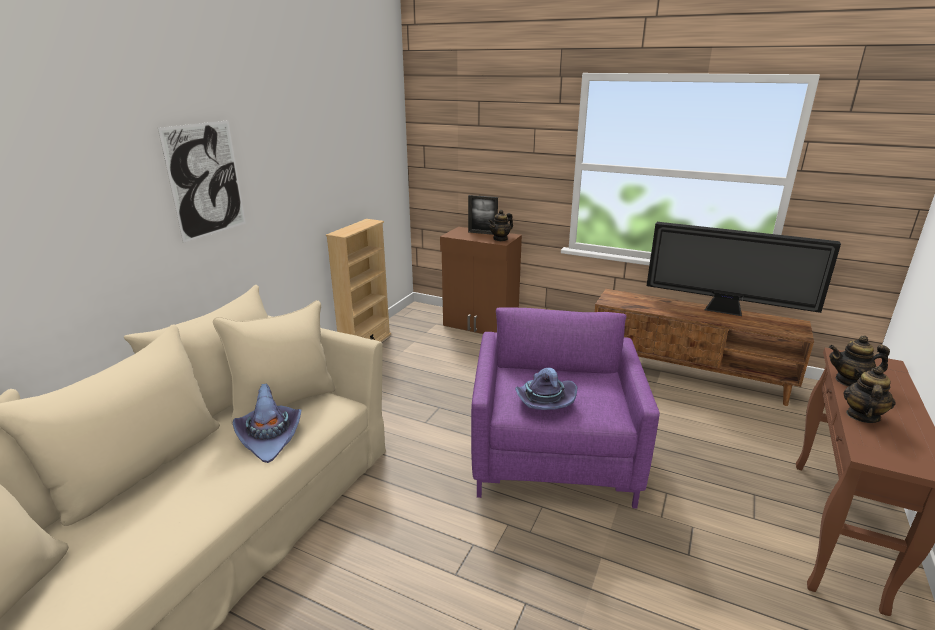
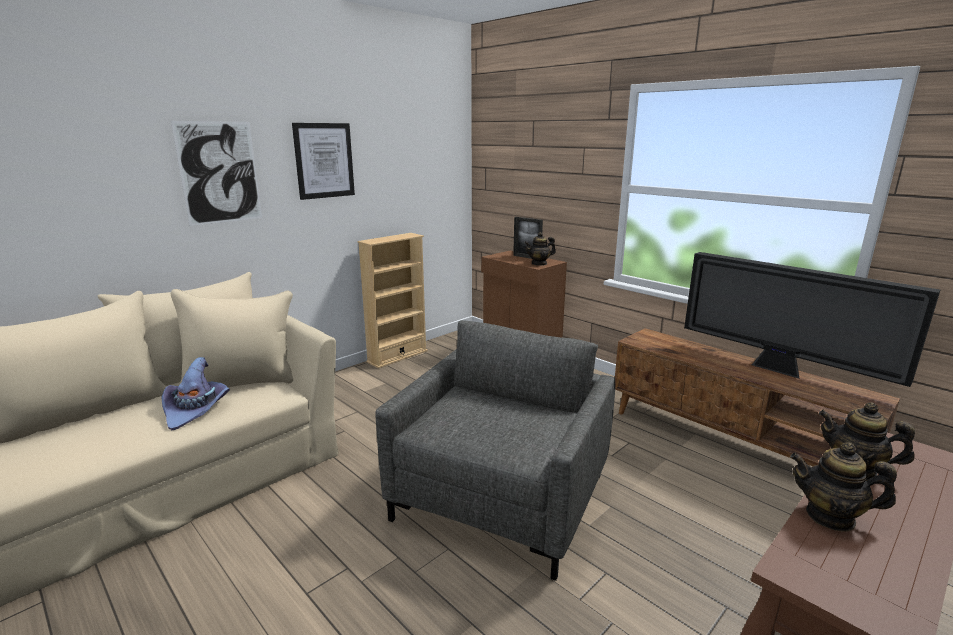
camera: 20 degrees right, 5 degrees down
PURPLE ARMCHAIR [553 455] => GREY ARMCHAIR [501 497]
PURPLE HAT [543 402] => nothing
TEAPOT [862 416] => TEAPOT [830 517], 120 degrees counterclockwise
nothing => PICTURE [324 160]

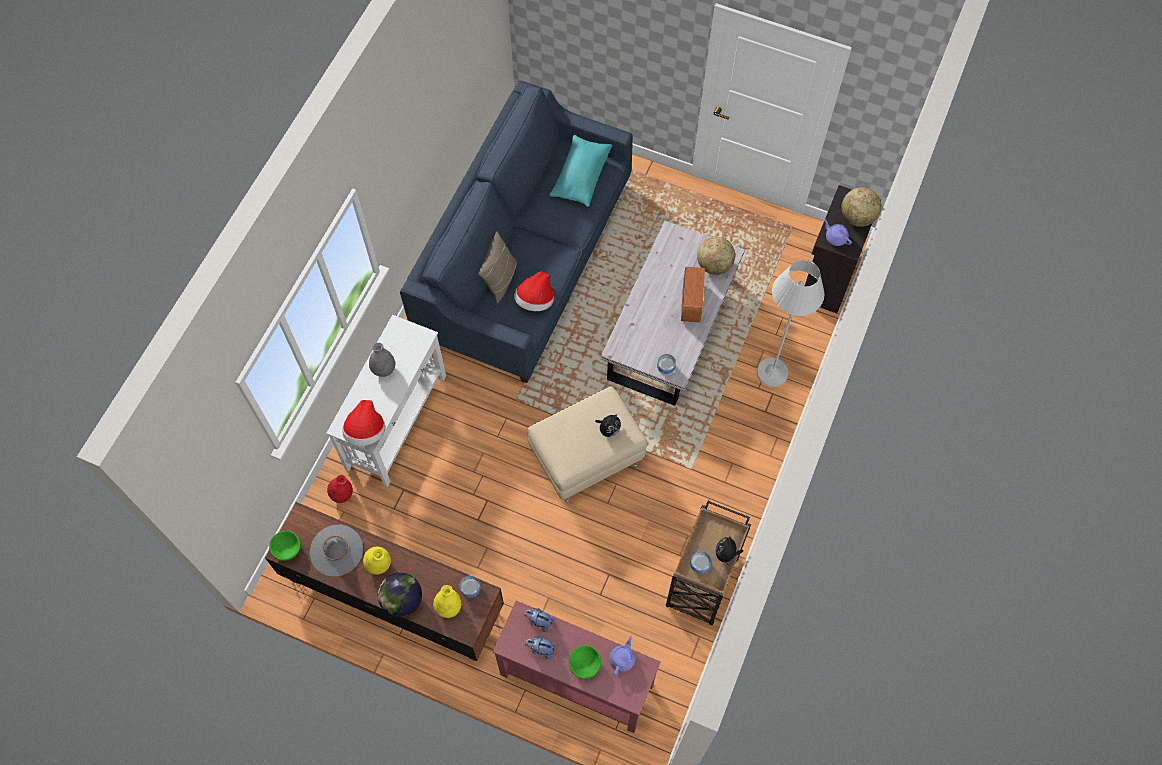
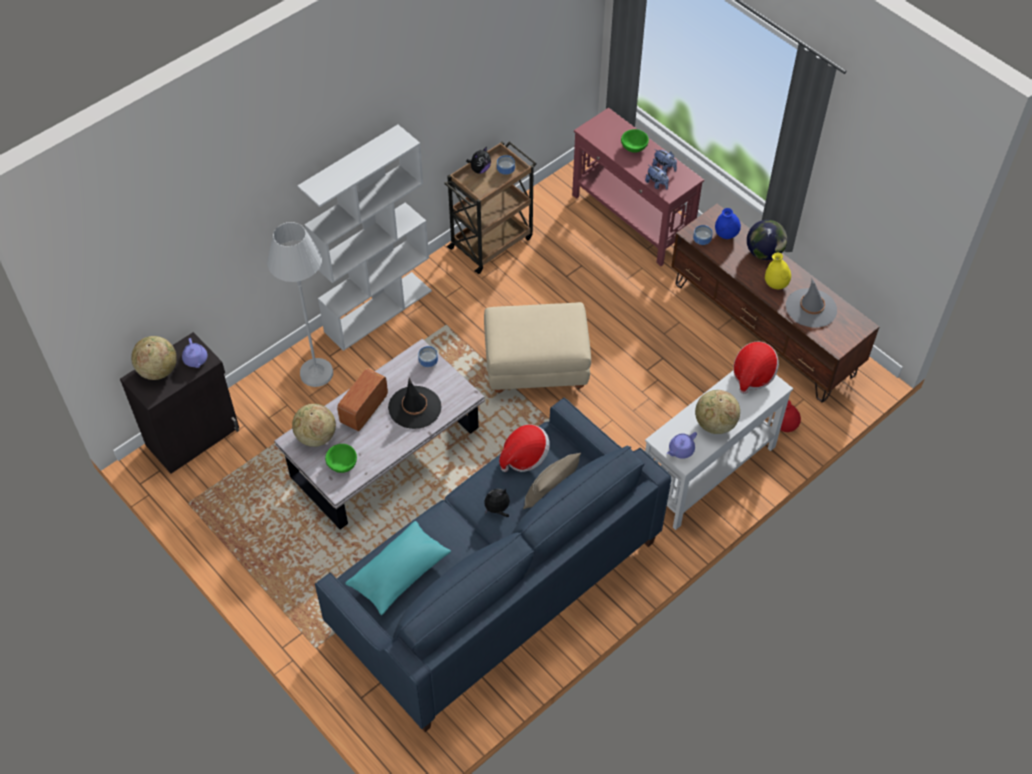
camera: 155 degrees left, 10 degrees down
GREEN BOWL [287 549] => GREEN BOWL [342 464], move
GREY VASE [384 369] => GLOBE [714 424]
YELLOW VASE [449 607] => BLUE VASE [725 235]
PLUSH TOY [608 429] => PLUSH TOY [497 509], move
PURPLE TEAPOT [622 659] => PURPLE TEAPOT [680 450], move
nothing => WHITE BOOKCASE [378 310]
nothing => BLACK HAT [414 407]

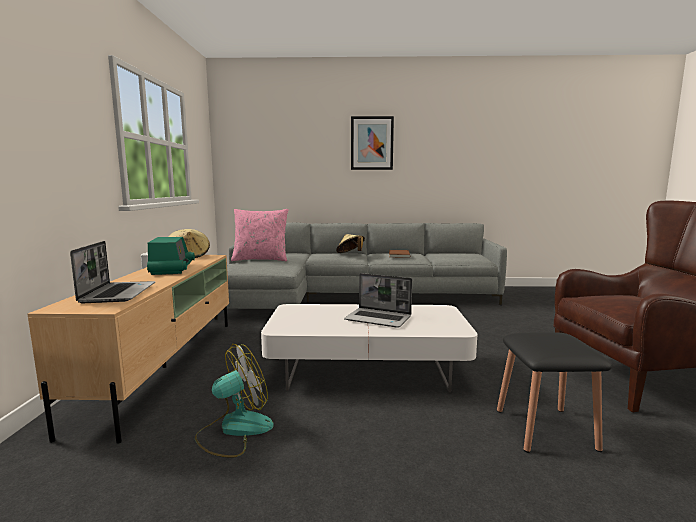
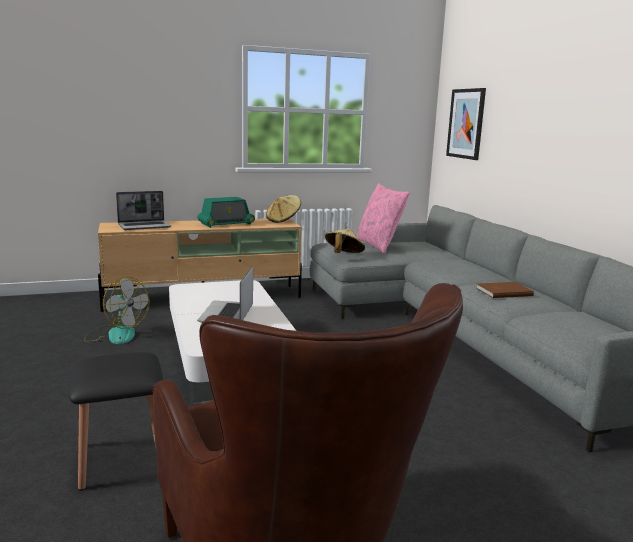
camera: 70 degrees right, 5 degrees up
BEIGE HAT [350 254] => BEIGE HAT [343 255], move
PICTURE [372 143] => PICTURE [466 123], move

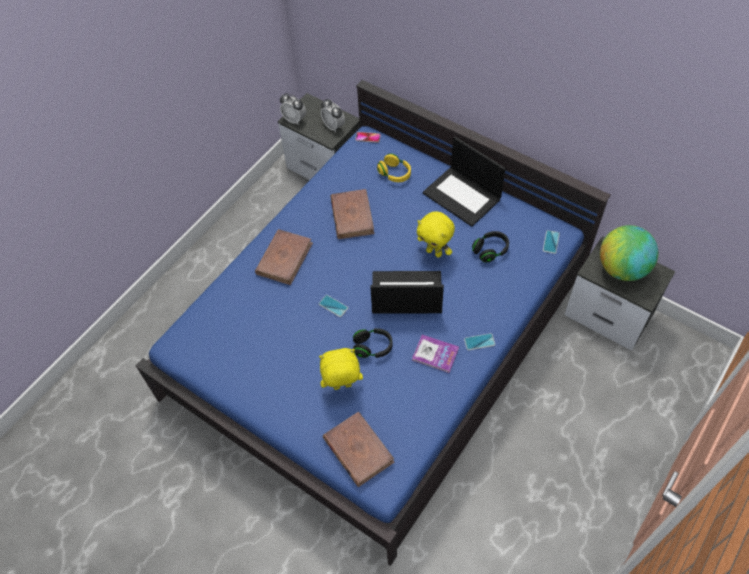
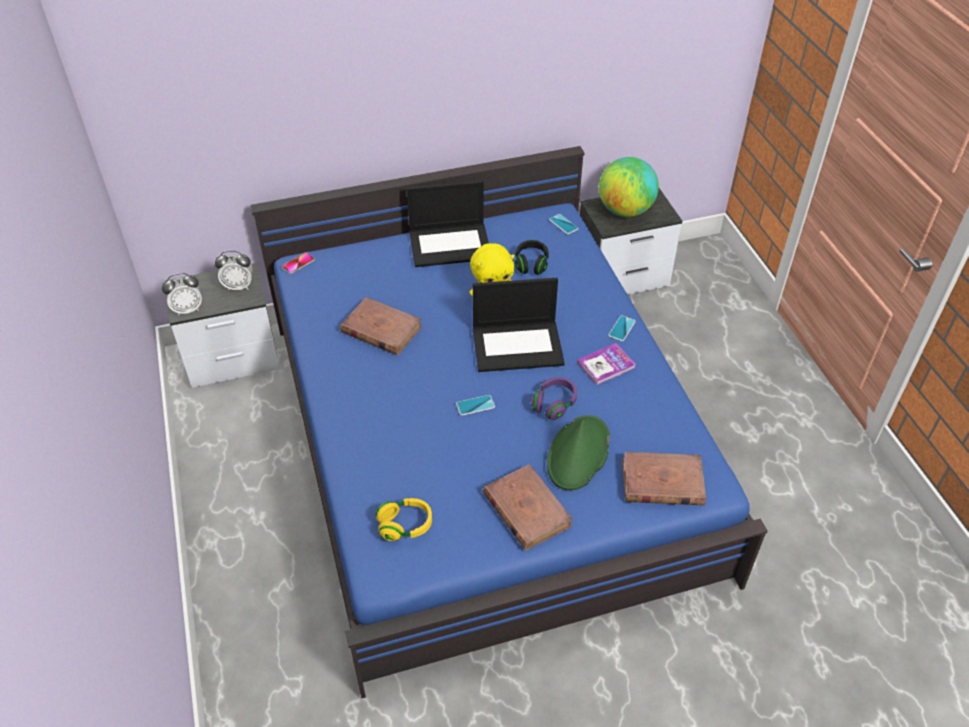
camera: 55 degrees left, 10 degrees down
BROWN BOOK [284 258] => BROWN BOOK [526 509], move
YELLOW PLUSH TOY [342 387] => GREEN HAT [578 454]
BLACK HEADPHONES [373 347] => PURPLE HEADPHONES [554 404]
LAPTOP [405 294] => LAPTOP [518 345], 135 degrees counterclockwise
YELLOW HEADPHONES [394 174] => YELLOW HEADPHONES [405 526], move

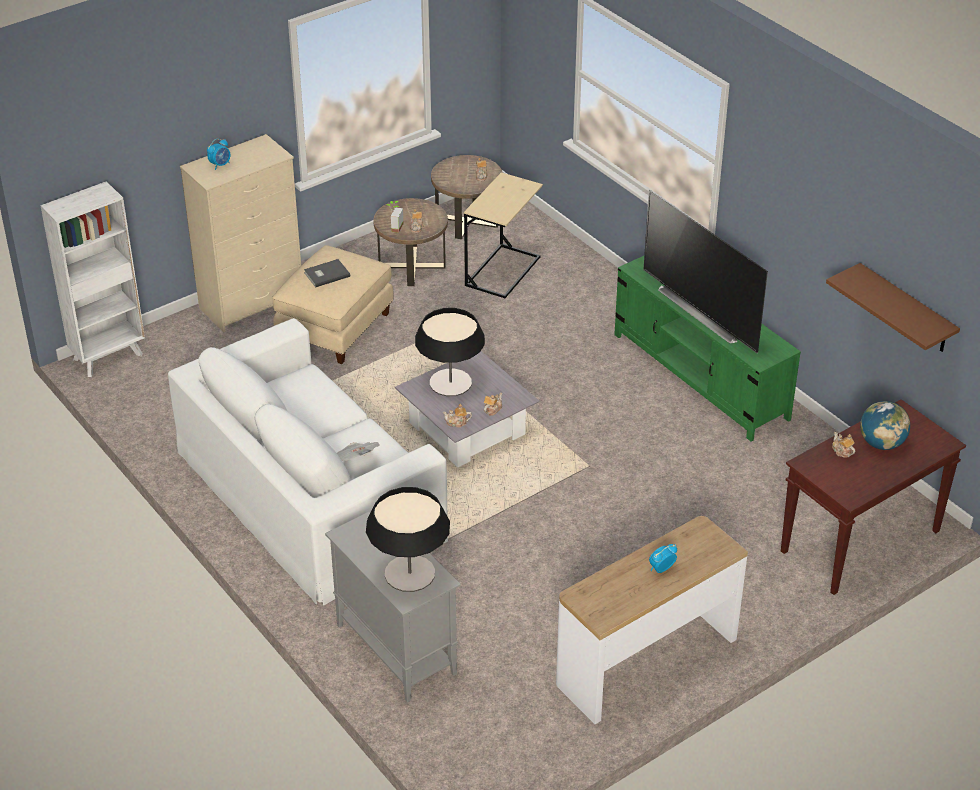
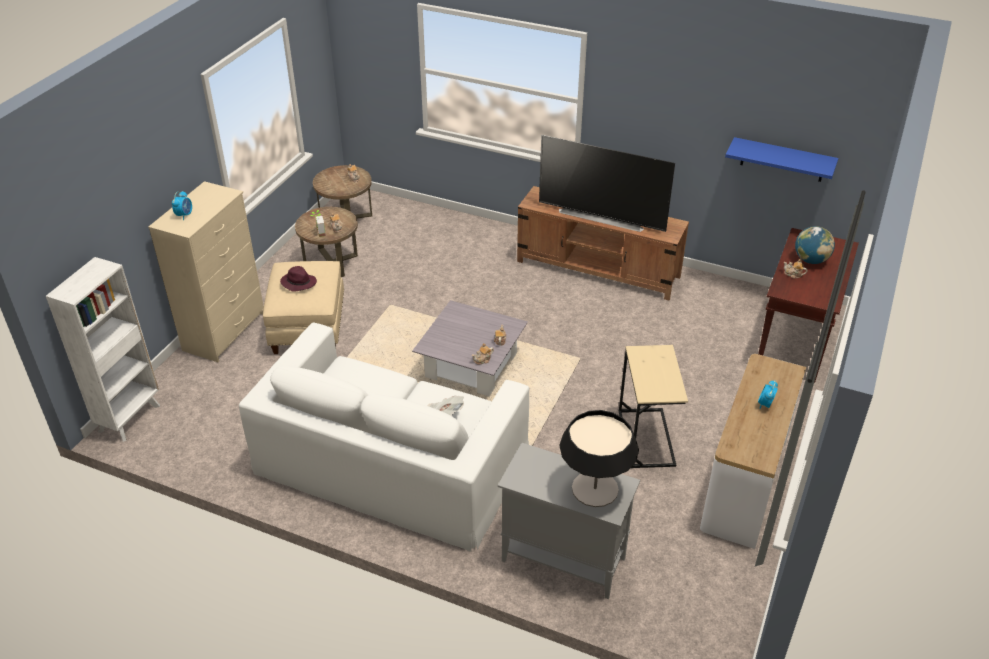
camera: 30 degrees left, 0 degrees up
GREY BOOK [326 274] => PURPLE HAT [298 283]
TABLE LAMP [450 383] => nothing
BEIGE SIDE TABLE [502 271] => BEIGE SIDE TABLE [646 438], move
GREEN TV STAND [700 377] => BROWN TV STAND [598 269]
BROWN SHELF [906 309] => BLUE SHELF [782 160]

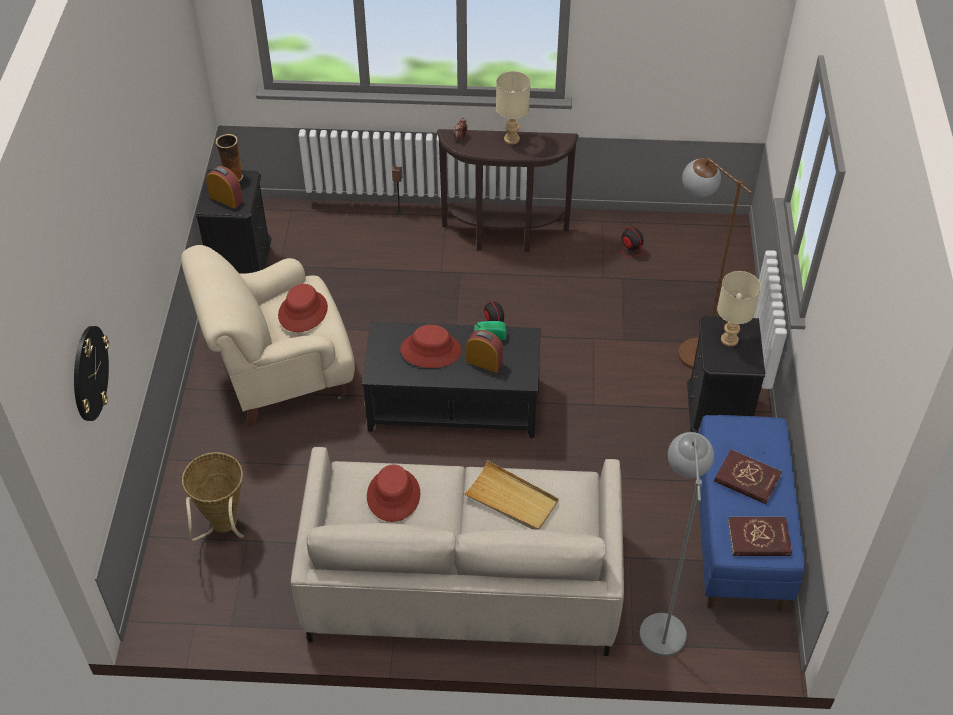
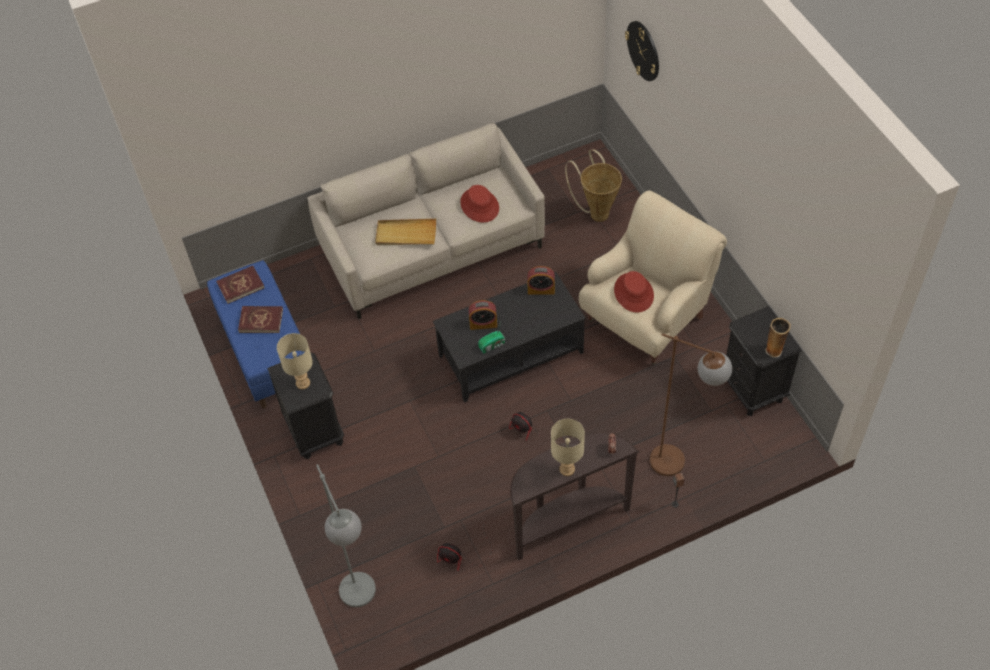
camera: 155 degrees right, 5 degrees up
ALARM CLOCK [226 199] => ALARM CLOCK [541 289], move
RED HAT [430 350] => nothing
GREY FLOOR LAMP [661 620] => GREY FLOOR LAMP [362 601], move
BROWN FLOOR LAMP [688 346] => BROWN FLOOR LAMP [679 465], move

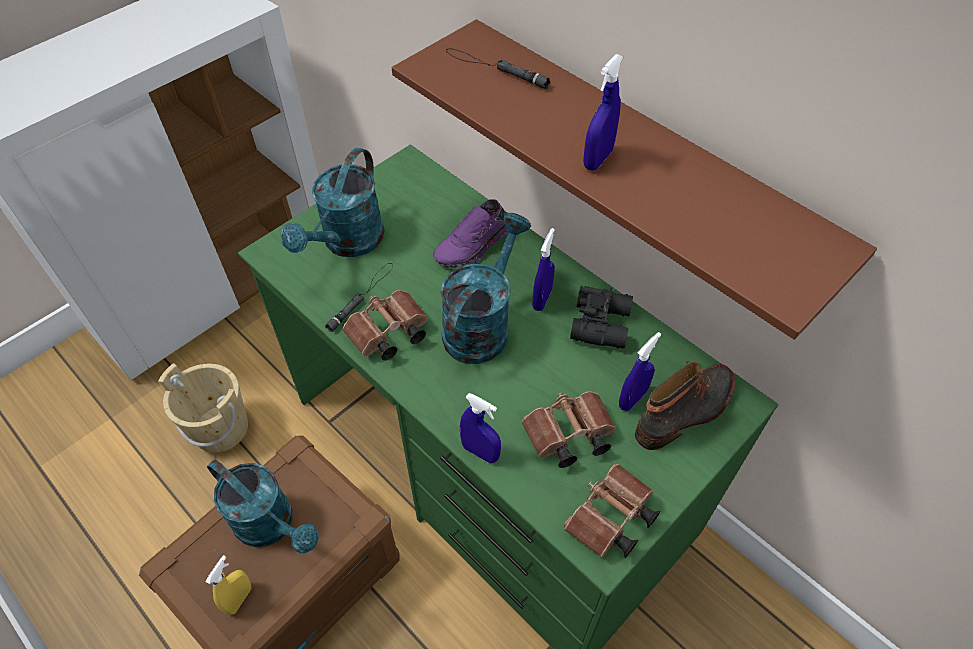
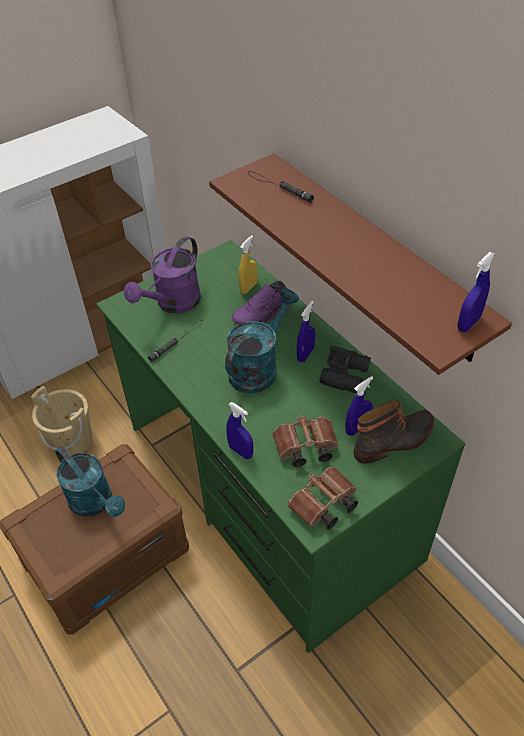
camera: 10 degrees right, 5 degrees down
YELLOW SPRAY BOTTLE [239 599] => YELLOW SPRAY BOTTLE [248 288], move
TURQUOISE WATERING CAN [347 243] => PURPLE WATERING CAN [173 304]
BROWN BINOCULARS [387 335] => nothing
BLUE SPRAY BOTTLE [597 159] => BLUE SPRAY BOTTLE [468 323], move

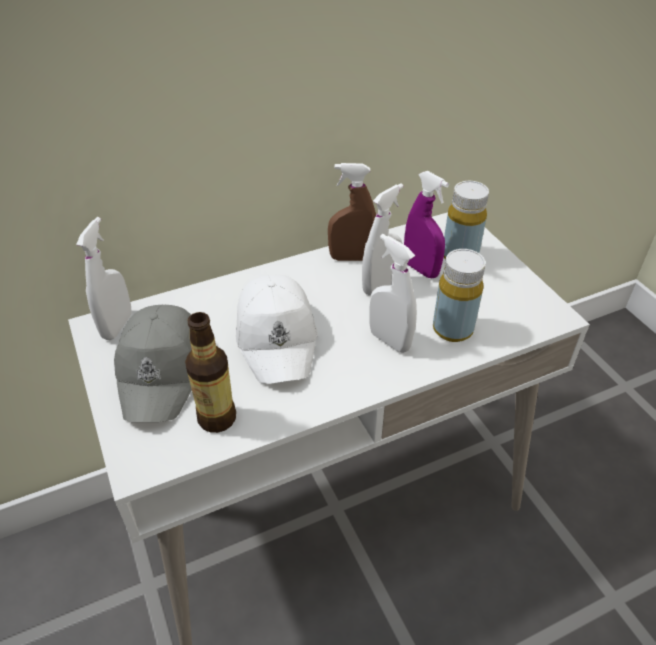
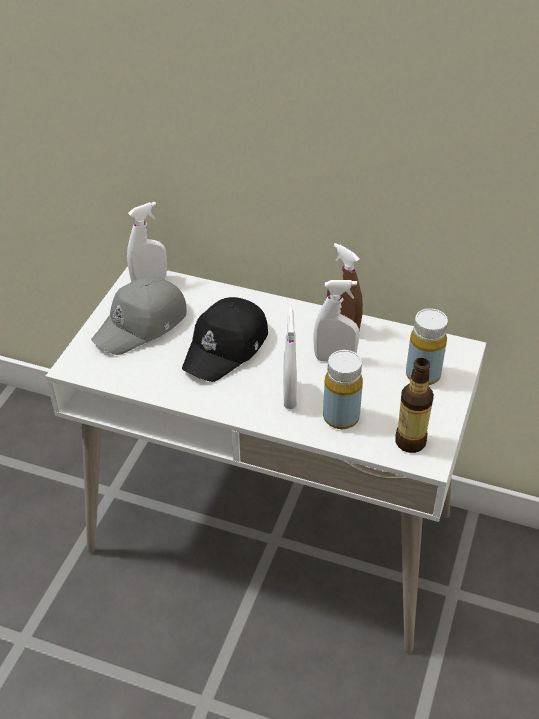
camera: 45 degrees right, 0 degrees up
BOTTLE [217 418] => BOTTLE [410 442], move
WHITE CAP [278 337] => BLACK CAP [227 348]
PURPLE SPRAY BOTTLE [421 269] => nothing

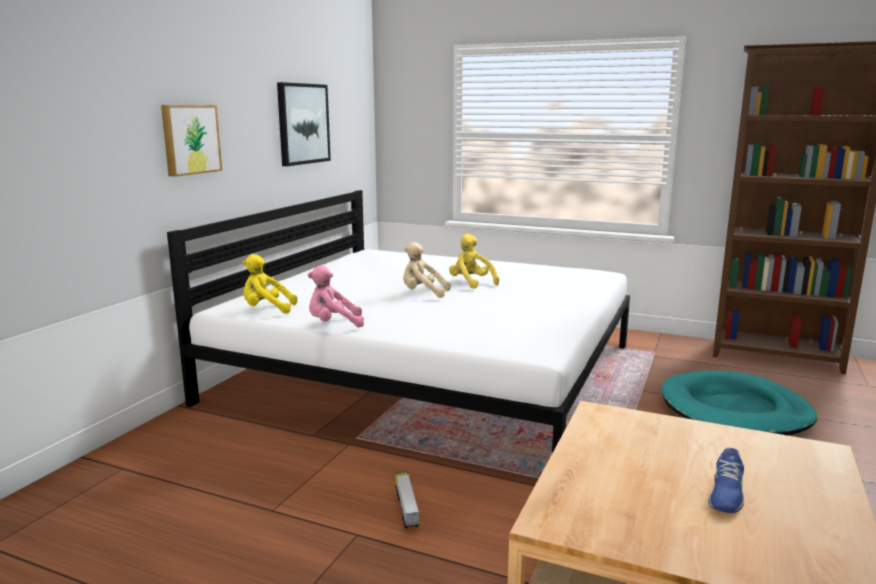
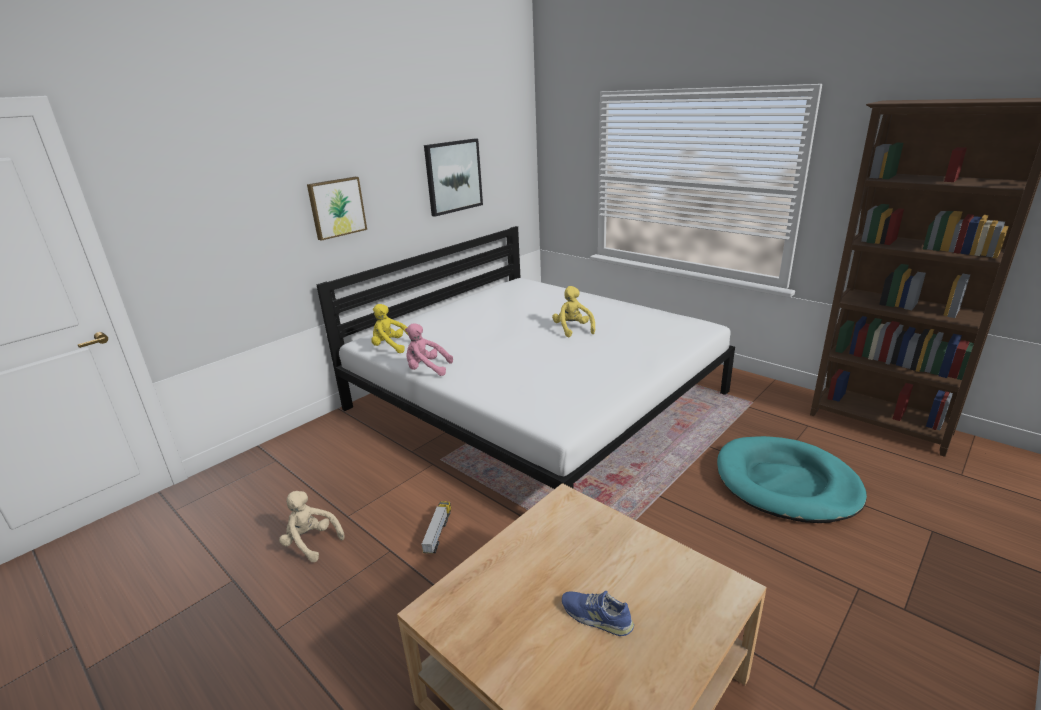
camera: 20 degrees right, 10 degrees up
BEIGE PLUSH TOY [422 293] => BEIGE PLUSH TOY [311 542], move
BLUE SHOE [725 493] => BLUE SHOE [596 616], 75 degrees clockwise

